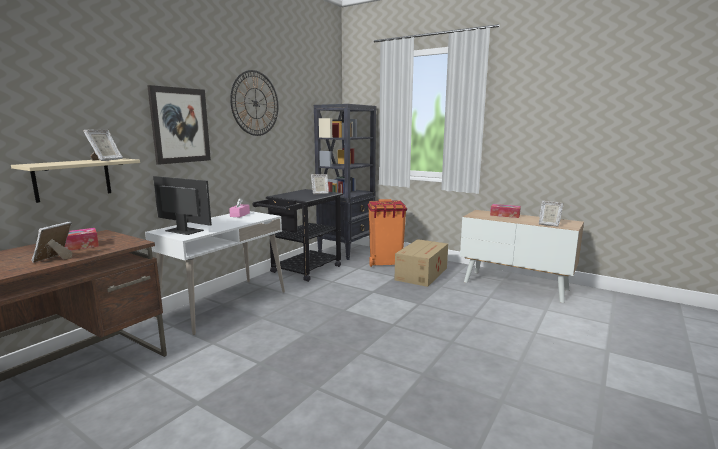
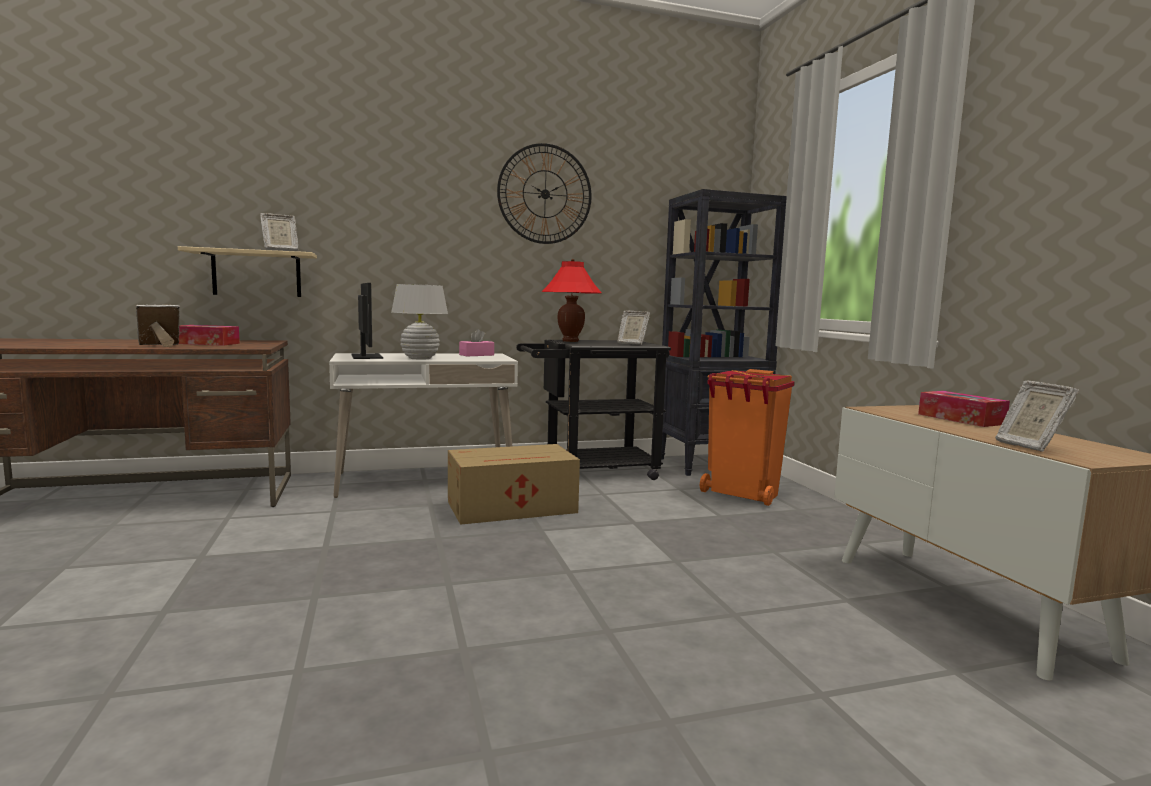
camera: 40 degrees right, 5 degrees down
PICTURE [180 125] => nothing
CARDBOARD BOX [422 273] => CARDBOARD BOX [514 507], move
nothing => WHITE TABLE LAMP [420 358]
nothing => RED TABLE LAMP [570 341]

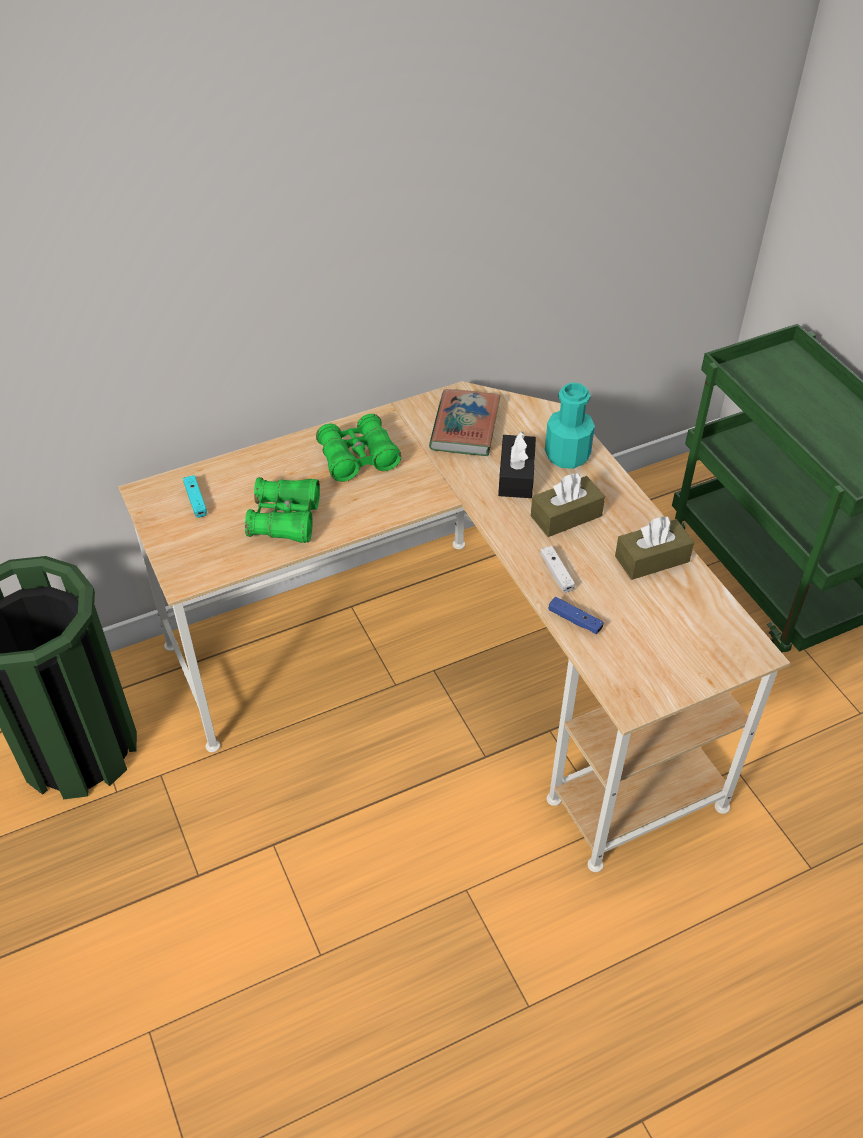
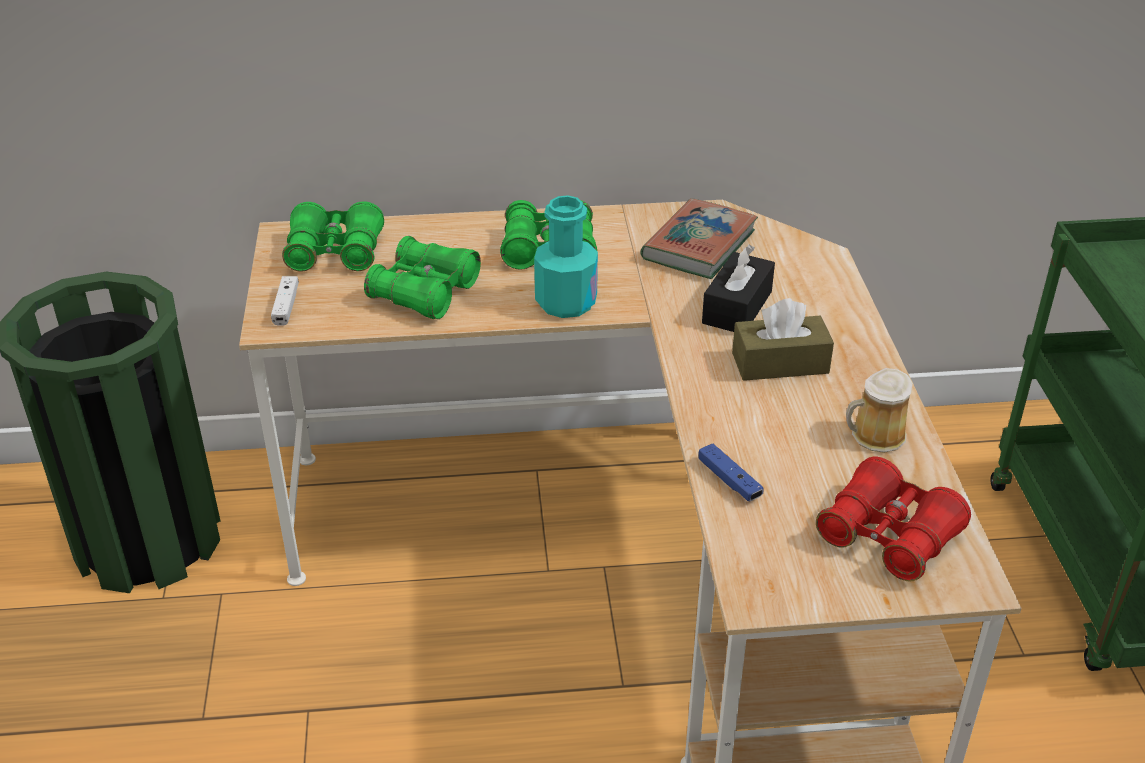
camera: 20 degrees right, 10 degrees down
TURQUOISE GAME CONTROLLER [196 500] => GREEN BINOCULARS [335 253]
WHITE GAME CONTROLLER [556 573] => WHITE GAME CONTROLLER [286 306], move
TURQUOISE BOTTLE [567 455] => TURQUOISE BOTTLE [566 302], move
BROWN TISSUE BOX [652 559] => MUG [874 436]
nothing => RED BINOCULARS [888 536]

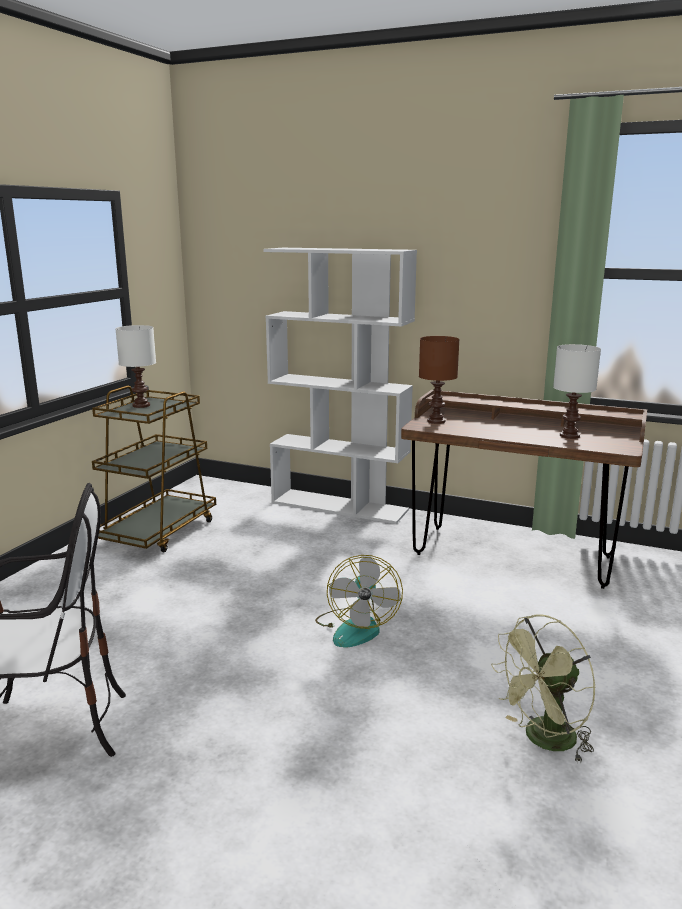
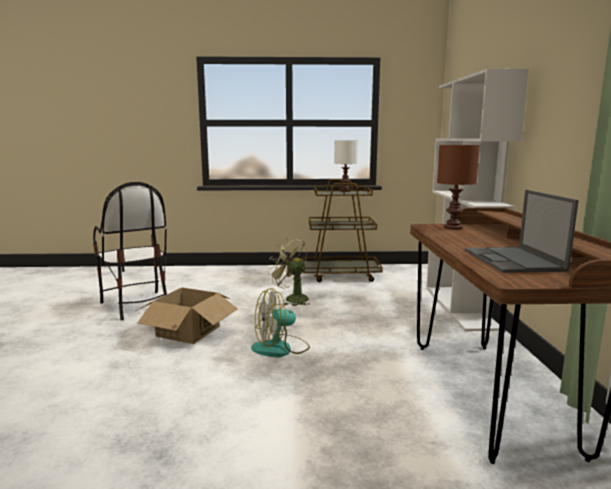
camera: 65 degrees right, 5 degrees down
GREEN FAN [543 741] => GREEN FAN [291 298], move
WHITE TABLE LAMP [570 435] => LAPTOP [513 260]
nothing => CARDBOARD BOX [188 331]

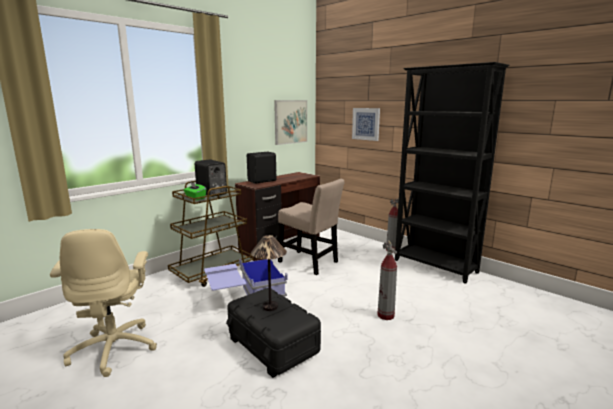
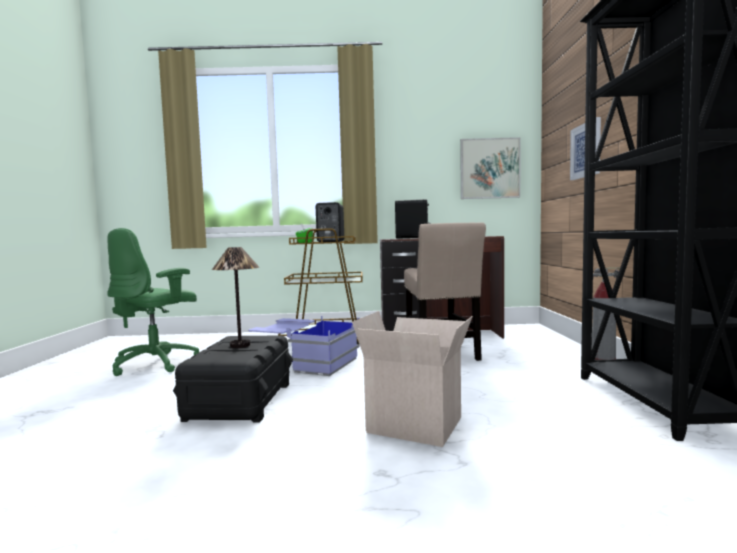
camera: 45 degrees right, 10 degrees down
BEIGE OFFICE CHAIR [114 348] => GREEN OFFICE CHAIR [156 363]
FIRE EXTINGUISHER [386 315] => CARDBOARD BOX [417 424]

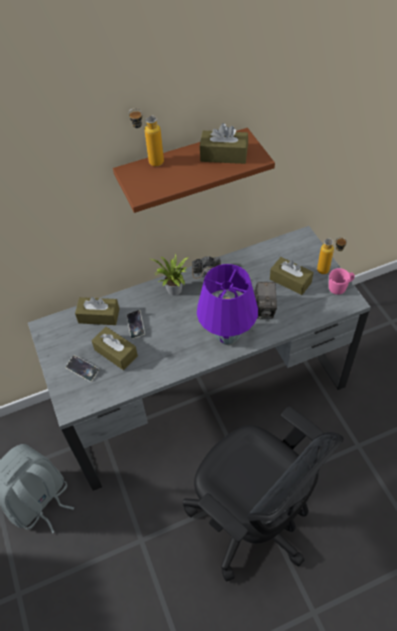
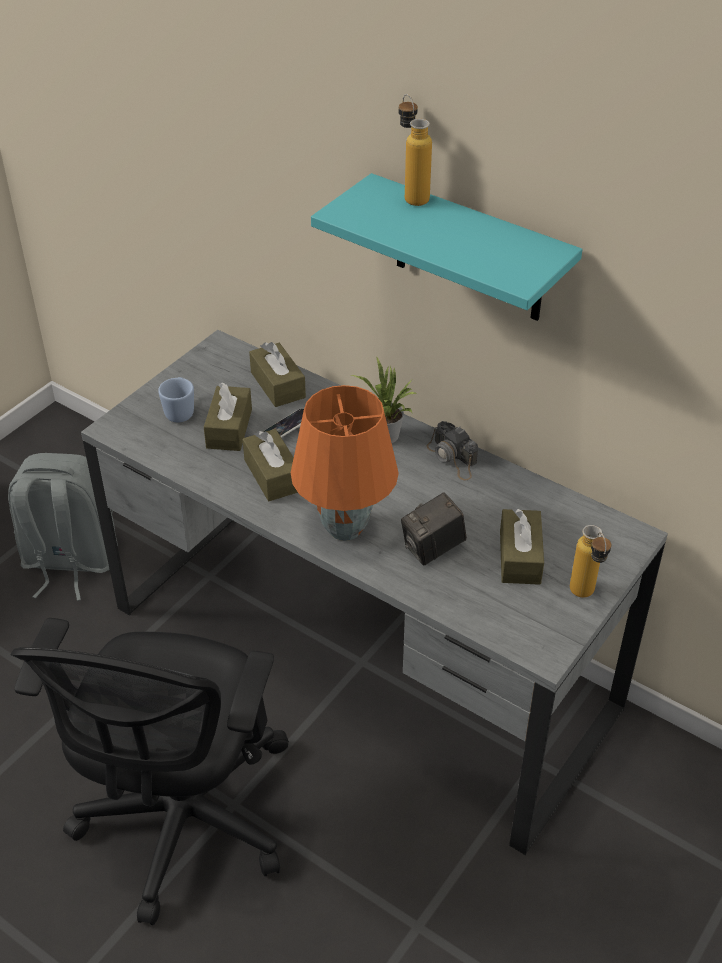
camera: 55 degrees right, 10 degrees down
PHONE [83 369] => BLUE MUG [180 411]
BROWN SHELF [183 169] => TURQUOISE SHELF [469 251]
PURPLE TABLE LAMP [227 336] => ORANGE TABLE LAMP [346 528]
BROWN TISSUE BOX [224 155] => BROWN TISSUE BOX [272 475], move
PINK MUG [340 288] => nothing

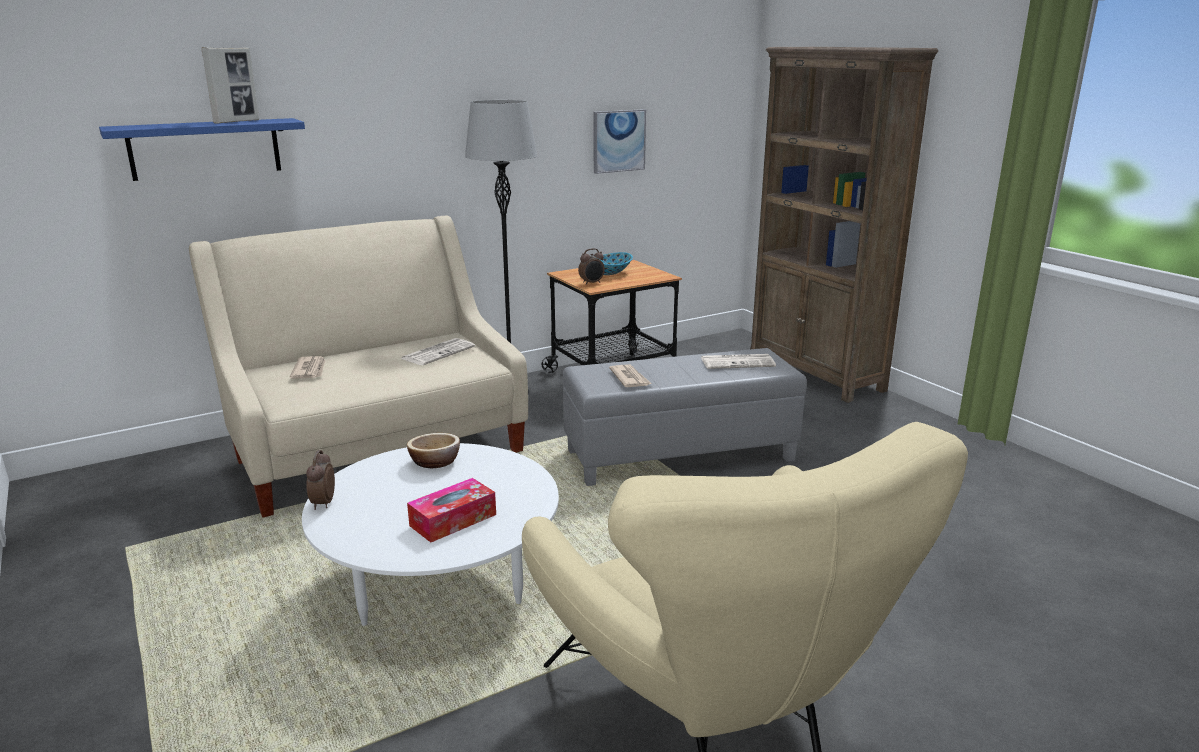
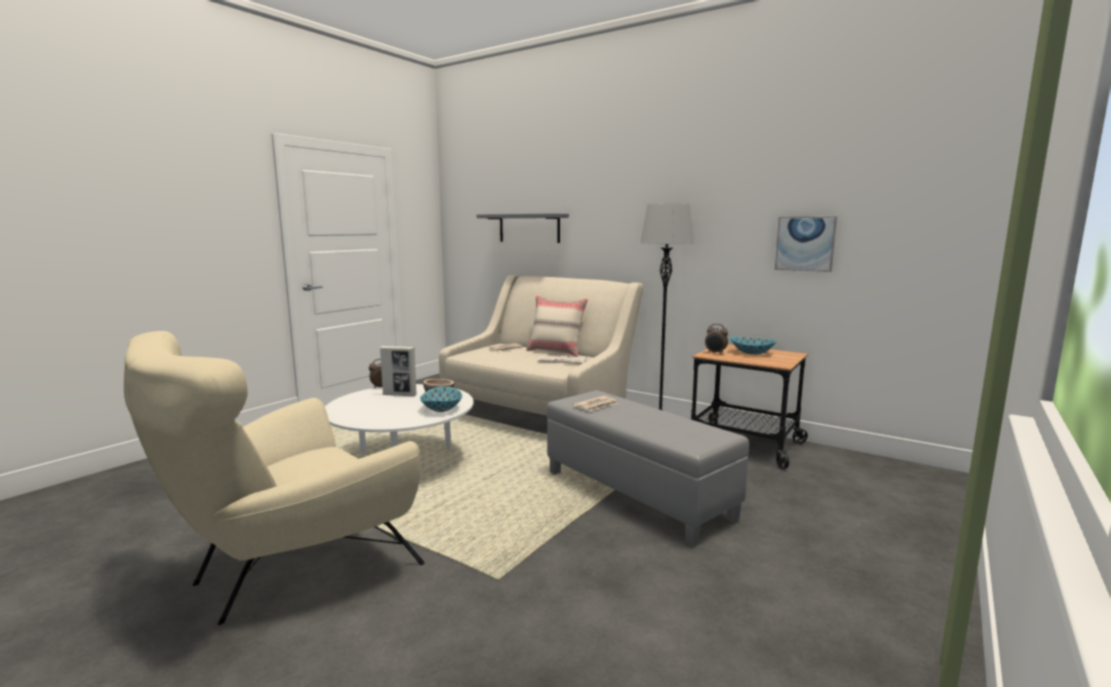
camera: 65 degrees right, 10 degrees down
BLUE SHELF [205 149] => GREY SHELF [529 228]
PICTURE FRAME [237 122] => PICTURE FRAME [399 395], move
TISSUE BOX [453 520] => nothing
NEWSPAPER [738 362] => nothing
BROWN BOOKCASE [815 374] => nothing
nothing => BOWL [442 409]
nothing => BEIGE PILLOW [556 351]

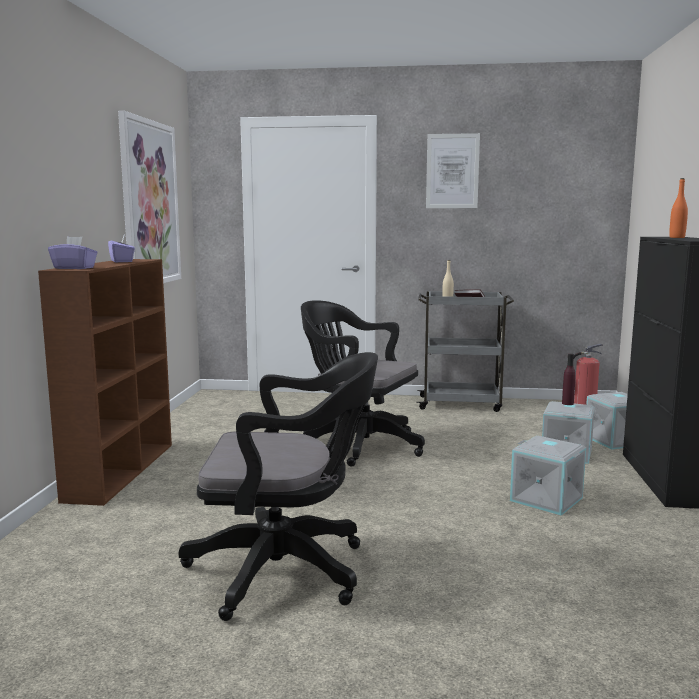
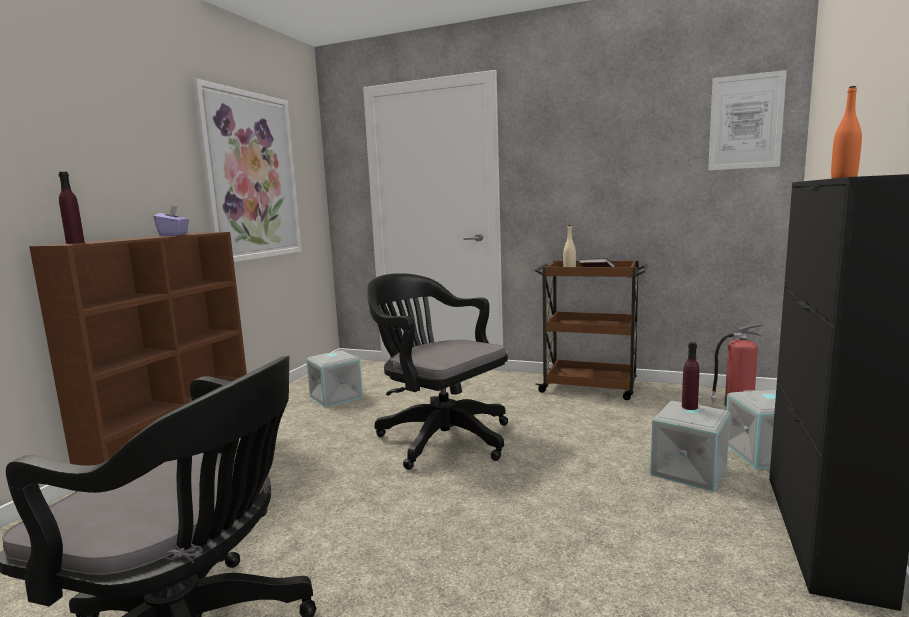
camera: 15 degrees right, 0 degrees up
PURPLE TISSUE BOX [74 268] => PURPLE BOTTLE [75 243]
GREY CART [461 404] => BROWN CART [590 387]
PICTURE [452 171] => PICTURE [745 122], move
GREY STORAGE BOX [547 499] => GREY STORAGE BOX [337 397], move

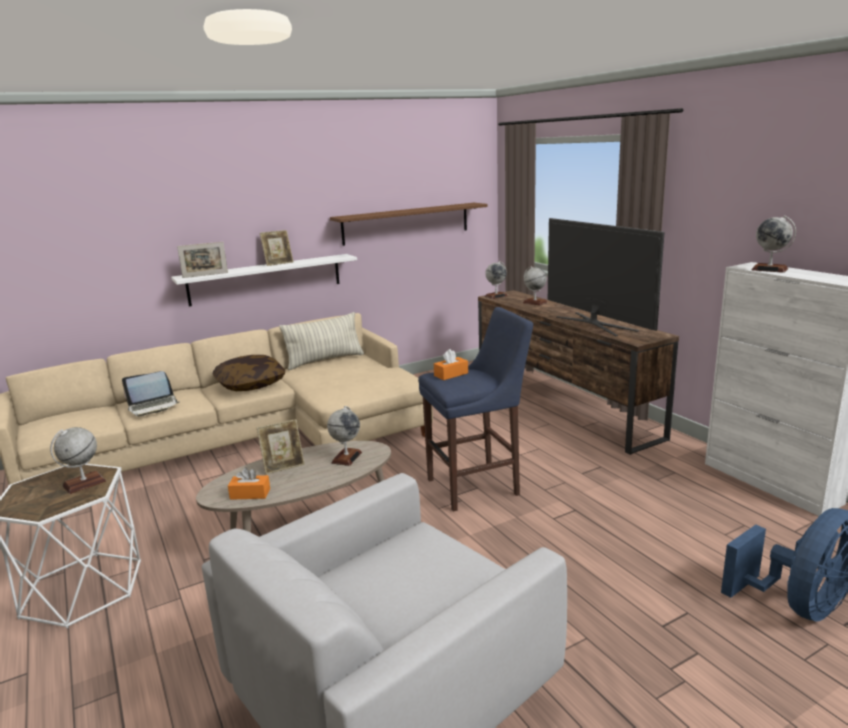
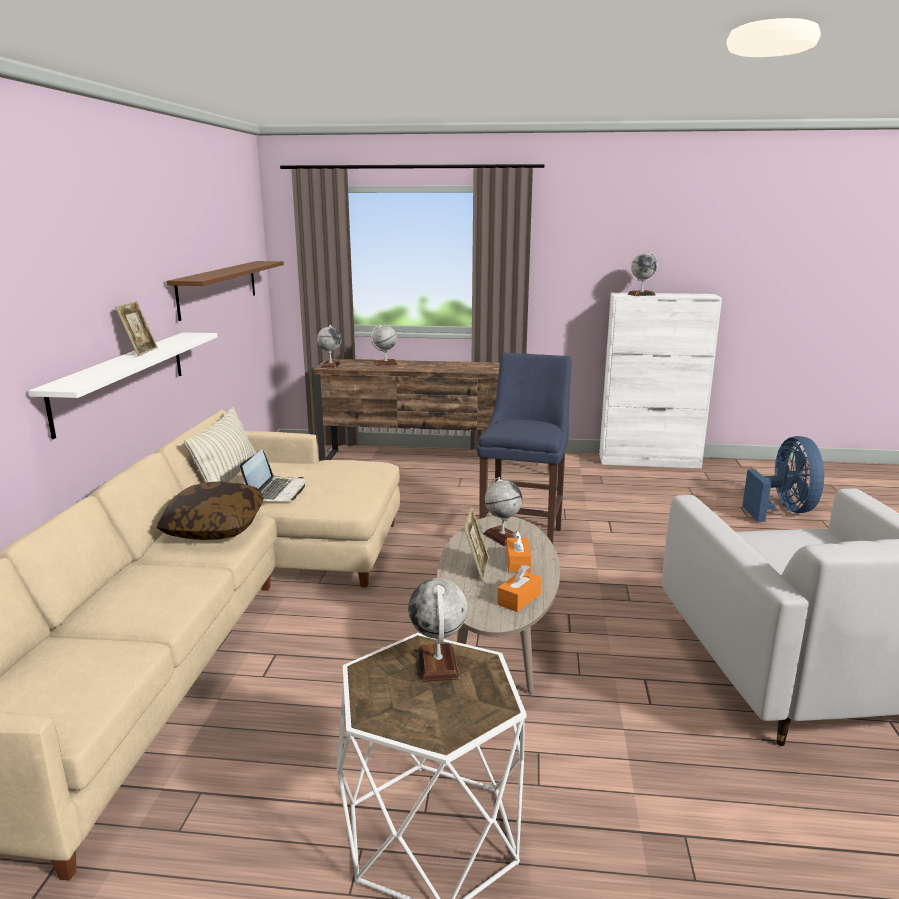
camera: 55 degrees left, 0 degrees up
LAPTOP [153 406] => LAPTOP [276 491], move
PICTURE FRAME [205 275] => nothing
ORANGE TISSUE BOX [451 374] => ORANGE TISSUE BOX [518 562], move
TELEVISION [595 324] => nothing

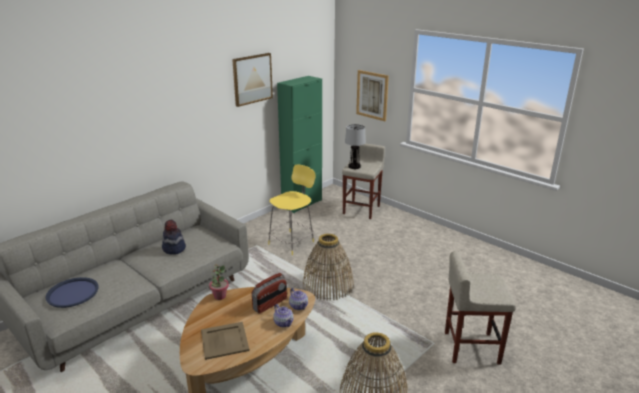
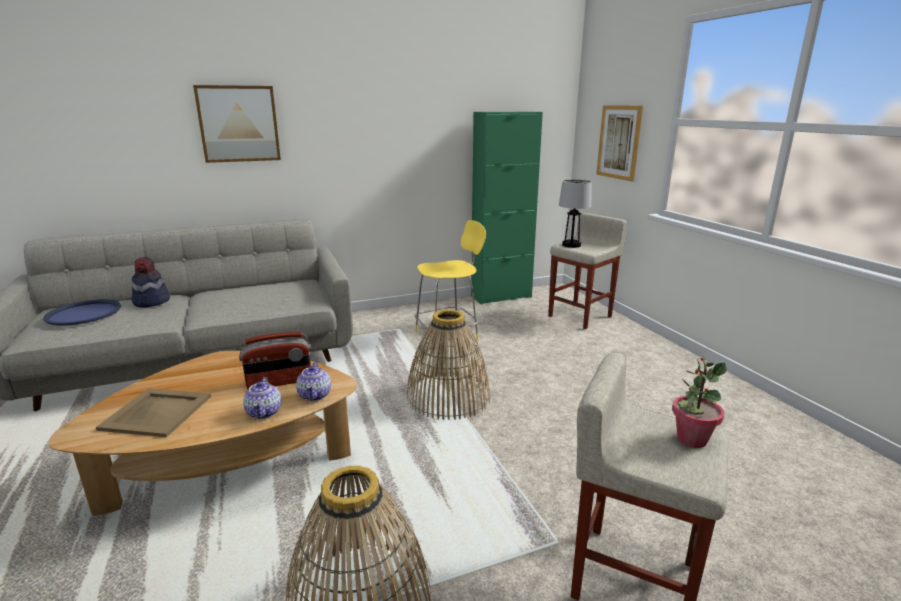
camera: 25 degrees right, 5 degrees down
HAT [174 249] => HAT [151 301], move
POTTED PLANT [220 296] => POTTED PLANT [691 439], move
PICTURE [252 79] => PICTURE [239 124], move

